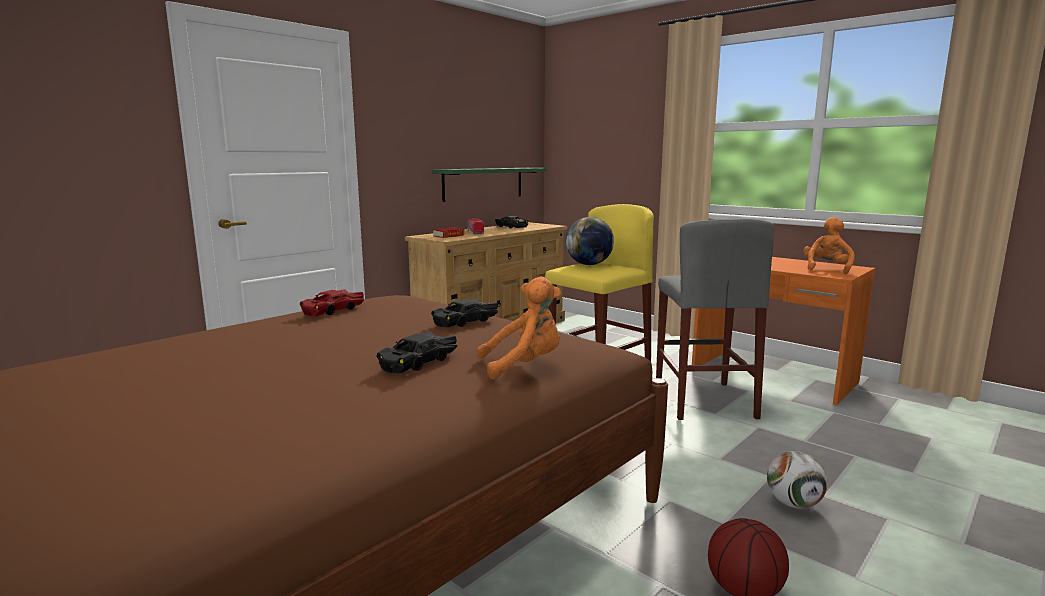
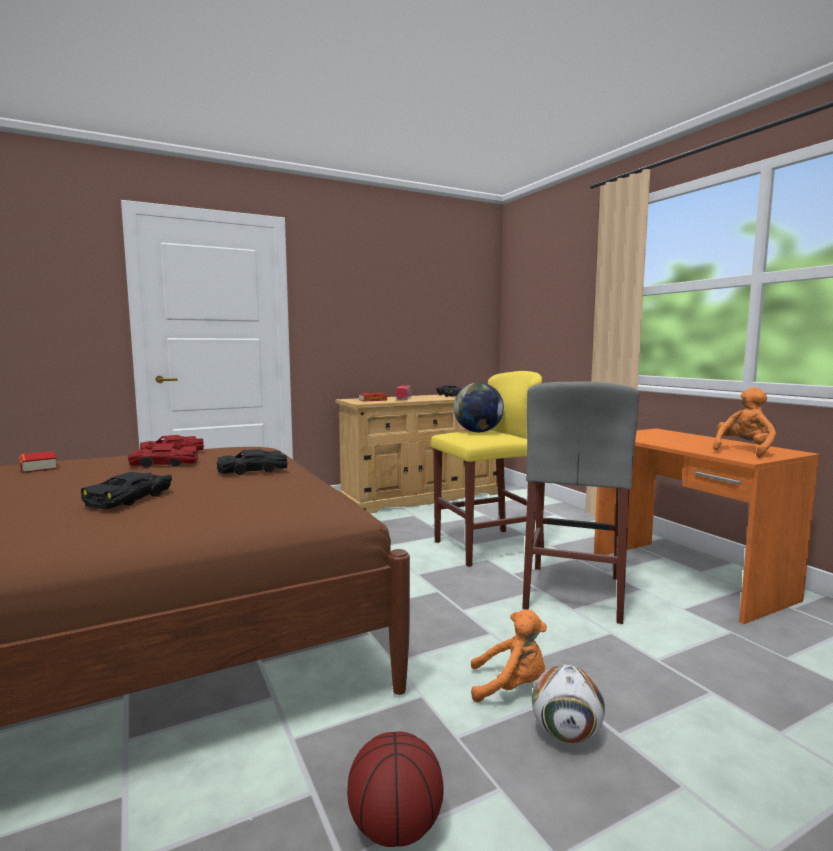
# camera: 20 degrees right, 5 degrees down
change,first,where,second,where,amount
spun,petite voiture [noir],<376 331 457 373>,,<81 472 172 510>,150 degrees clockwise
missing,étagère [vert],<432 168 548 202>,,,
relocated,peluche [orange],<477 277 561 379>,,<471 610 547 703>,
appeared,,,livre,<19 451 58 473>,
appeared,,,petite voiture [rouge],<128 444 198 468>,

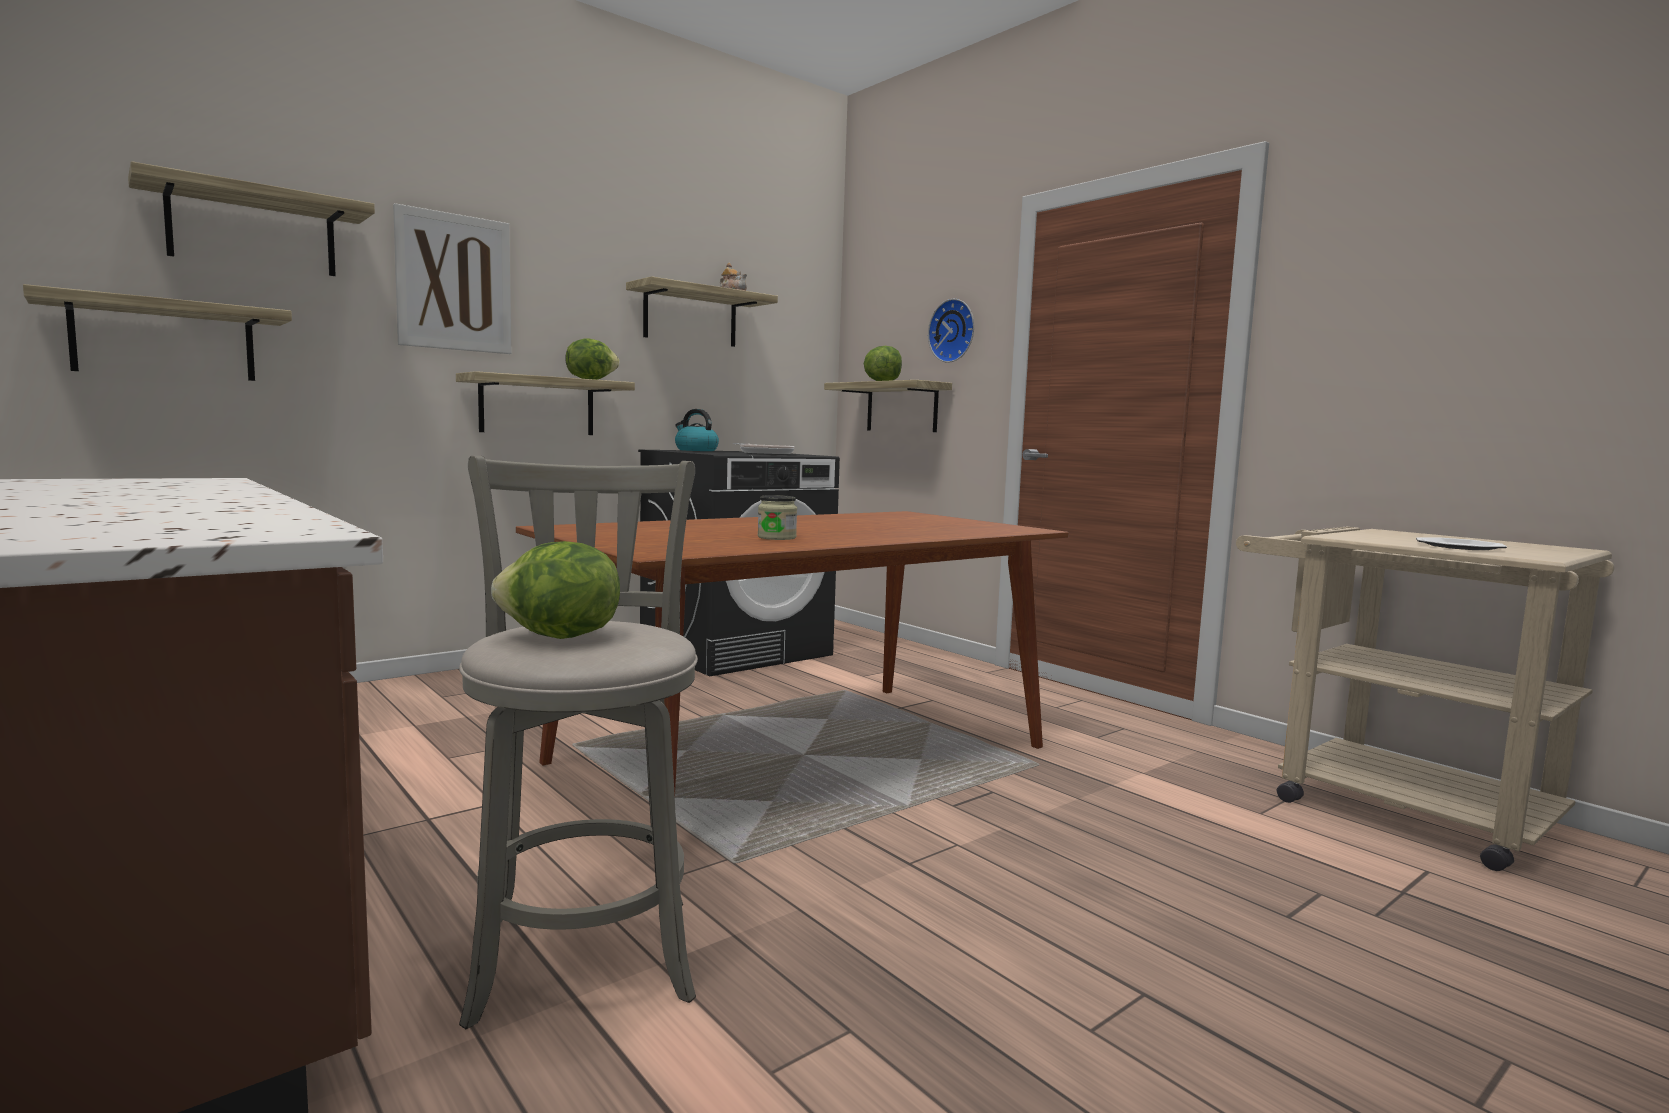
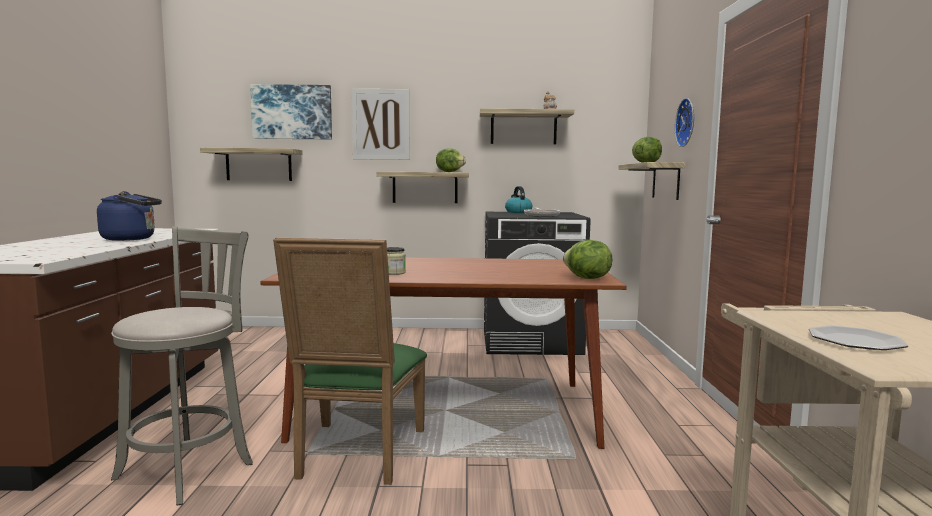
# camera: 40 degrees right, 0 degrees up
change,first,where,second,where,amount
exchanged,étagère,<128 161 375 276>,tableau,<250 84 332 139>,
relocated,laitue,<491 541 620 639>,,<563 240 612 279>,
appeared,,,bouilloire [bleu],<97 191 162 241>,
appeared,,,chaise [vert],<273 238 427 485>,

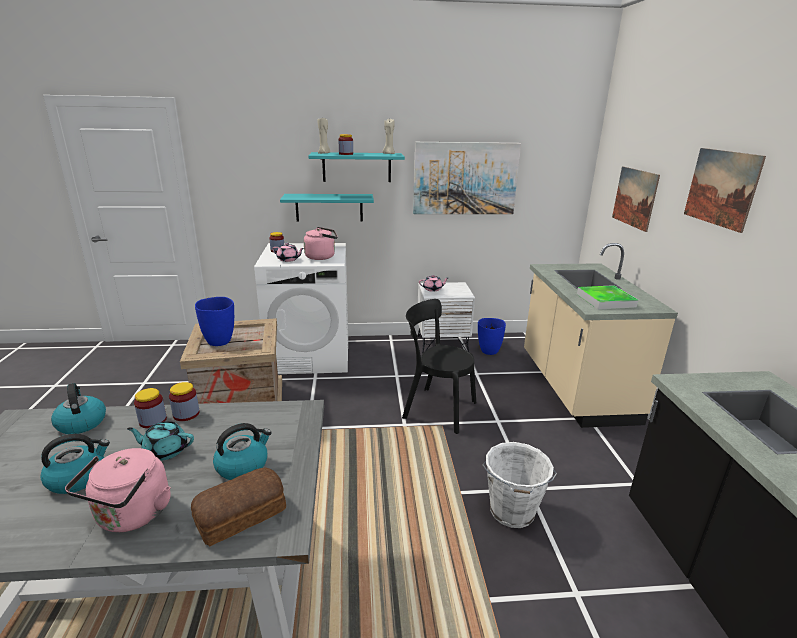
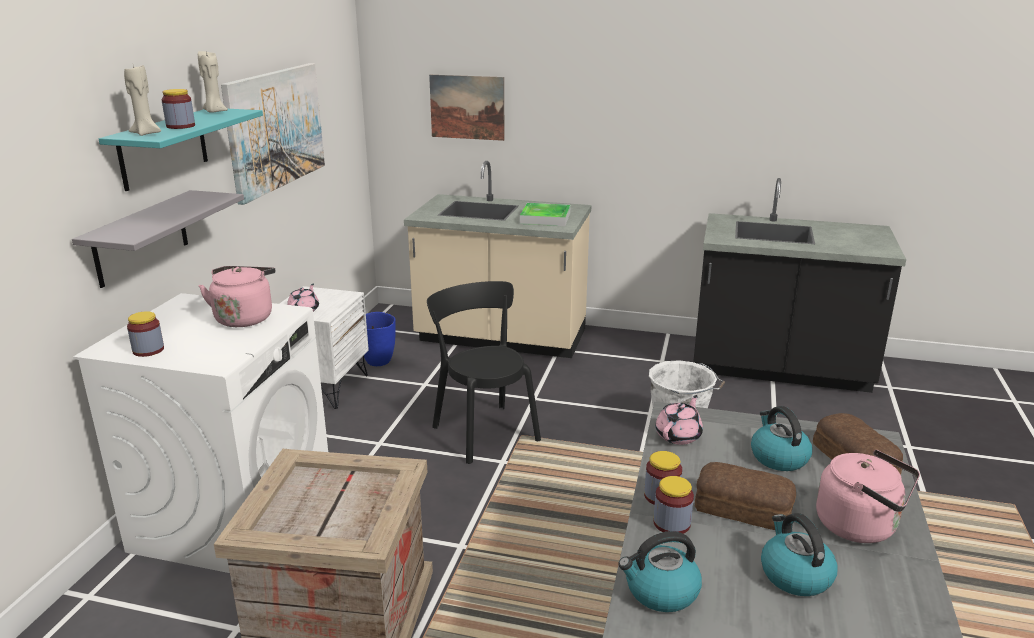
# camera: 70 degrees left, 0 degrees up
change,first,where,second,where,amount
exchanged,théière [turquoise],<127 421 194 461>,pain,<695 462 796 530>,
missing,vase [bleu],<195 297 234 346>,,,
relocated,théière [rose],<272 243 304 262>,,<655 395 703 445>,
colour,étagère [turquoise],<280 194 374 222>,étagère [gris],<72 190 244 288>,
spun,chaise [noir],<402 299 476 434>,,<427 281 541 464>,105 degrees clockwise
missing,tableau,<684 148 766 233>,,,

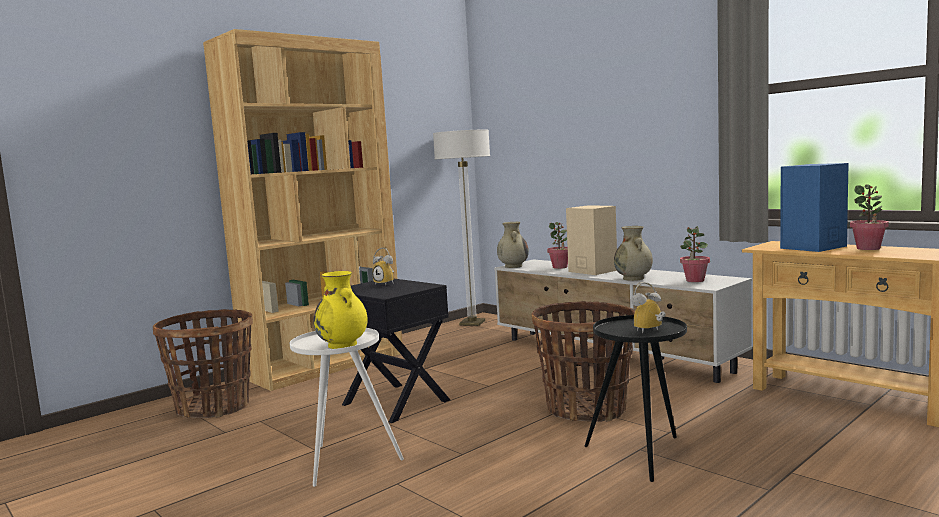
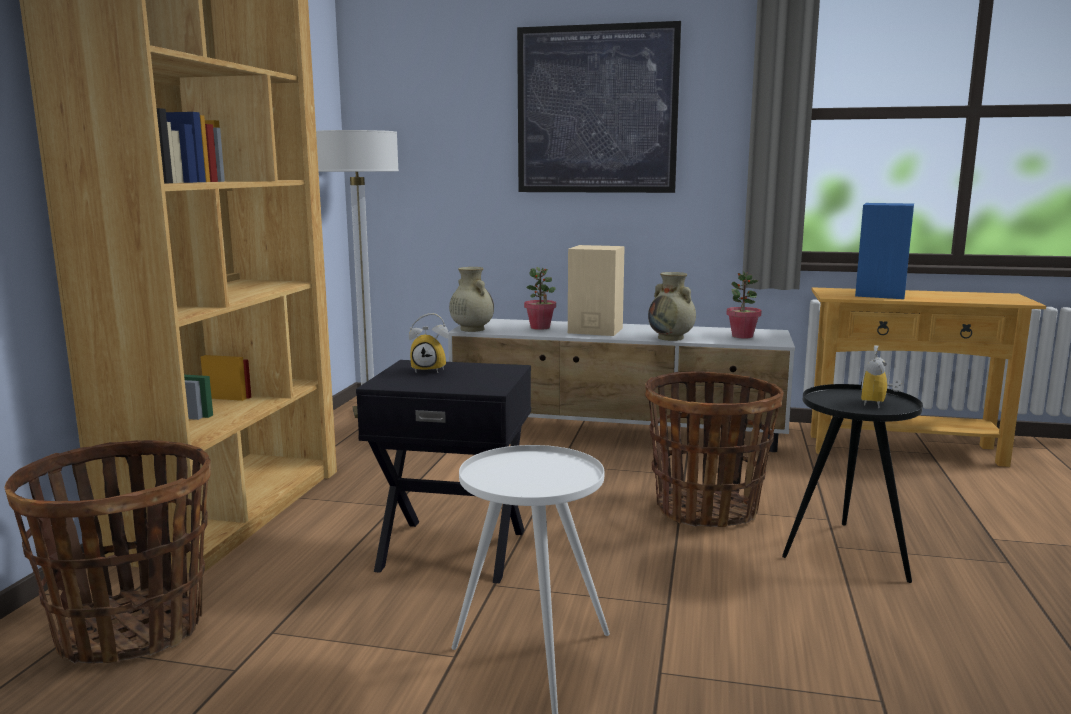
# camera: 35 degrees left, 5 degrees up
change,first,where,second,where,amount
missing,vase [jaune],<314 271 368 349>,,,
missing,plante en pot,<850 184 889 250>,,,
appeared,,,tableau,<517 21 681 193>,

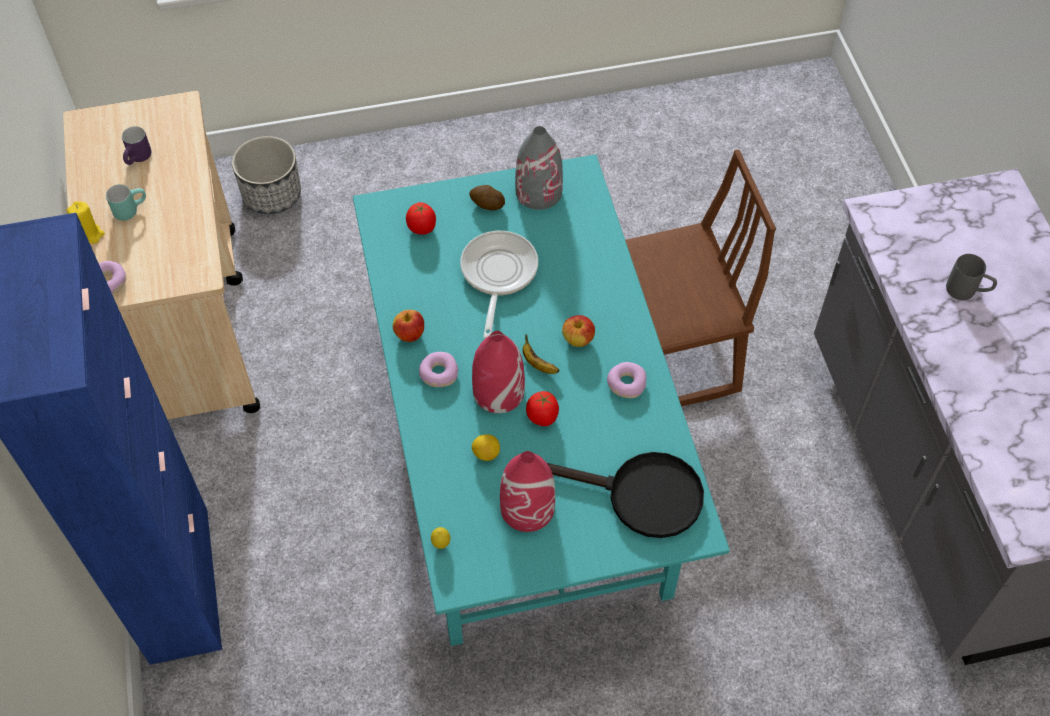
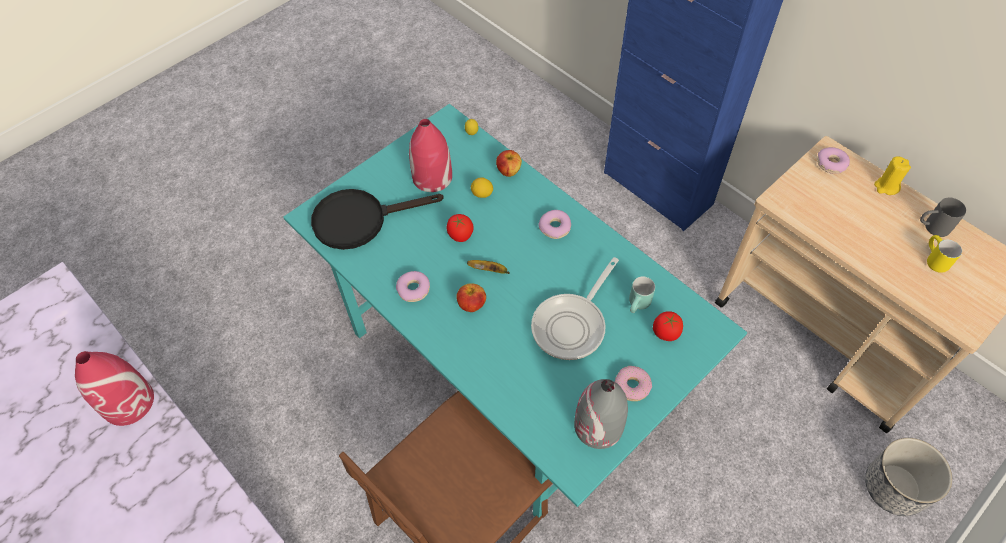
# camera: 150 degrees right, 0 degrees up
change,first,where,second,where,amount
relocated,mug [turquoise],<106 184 146 221>,,<629 276 655 313>,
colour,mug [violet],<122 126 151 165>,mug [jaune],<927 235 962 273>,
relocated,pomme,<393 310 424 342>,,<496 150 522 177>,
spun,poêle,<460 231 538 338>,,<531 257 619 360>,60 degrees clockwise
exchanged,pomme de terre,<469 185 505 211>,beignet,<615 366 652 401>,
relocated,vase [rouge],<472 331 525 413>,,<75 351 154 426>,
relocated,mug [gris],<946 254 997 300>,,<920 198 966 237>,

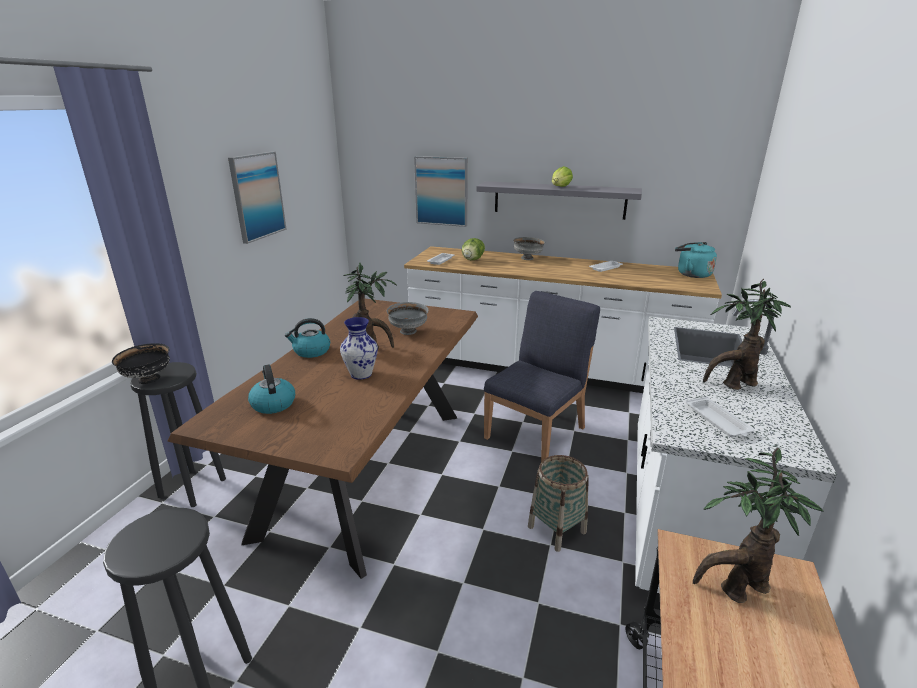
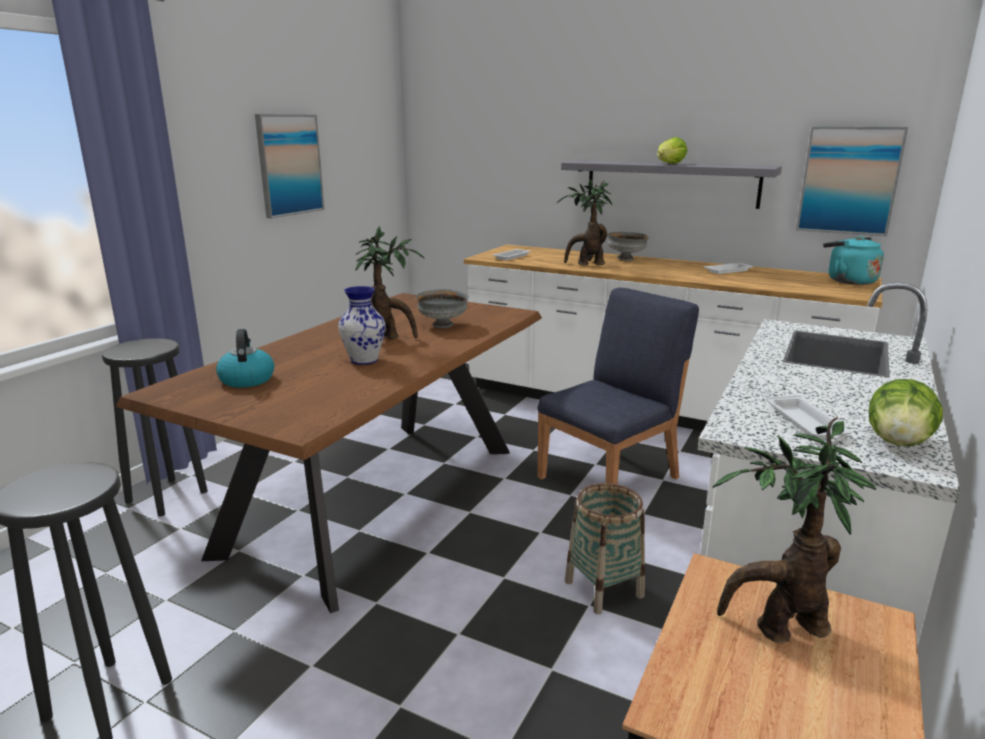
# camera: 10 degrees right, 5 degrees down
change,first,where,second,where,amount
missing,bol [noir],<112 343 170 384>,,,
missing,bouilloire,<285 318 330 358>,,,
relocated,tableau,<414 156 468 227>,,<796 127 908 236>,
relocated,laitue,<462 238 485 260>,,<869 379 943 446>,
relocated,plante en pot,<703 279 791 390>,,<557 179 612 266>,

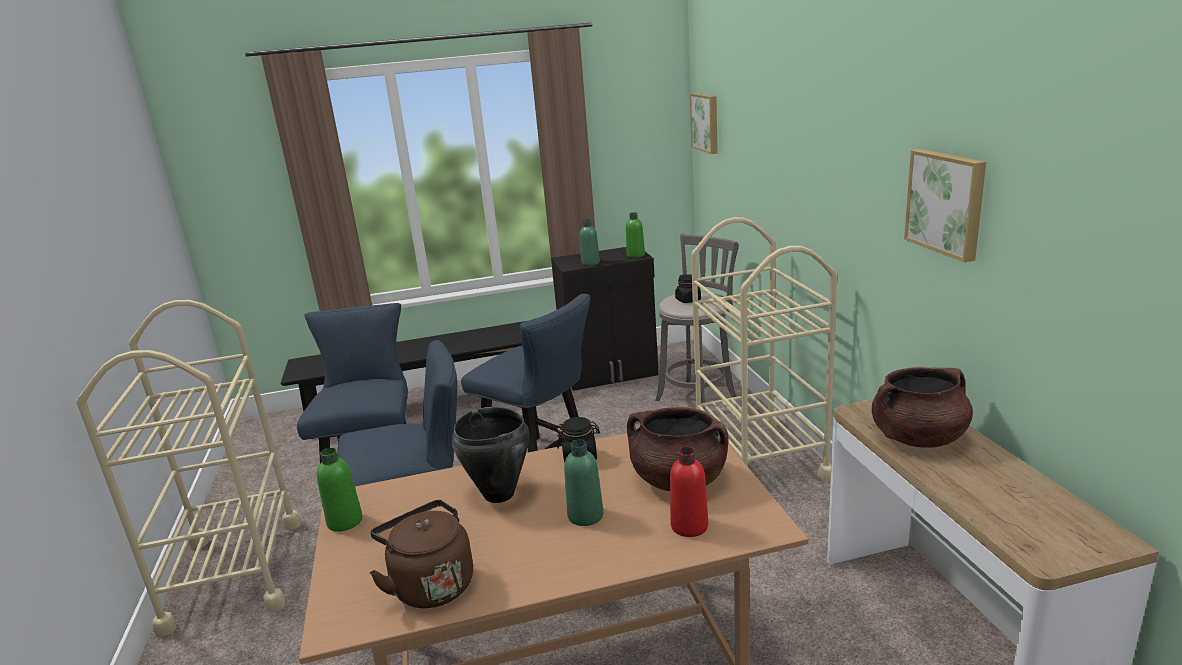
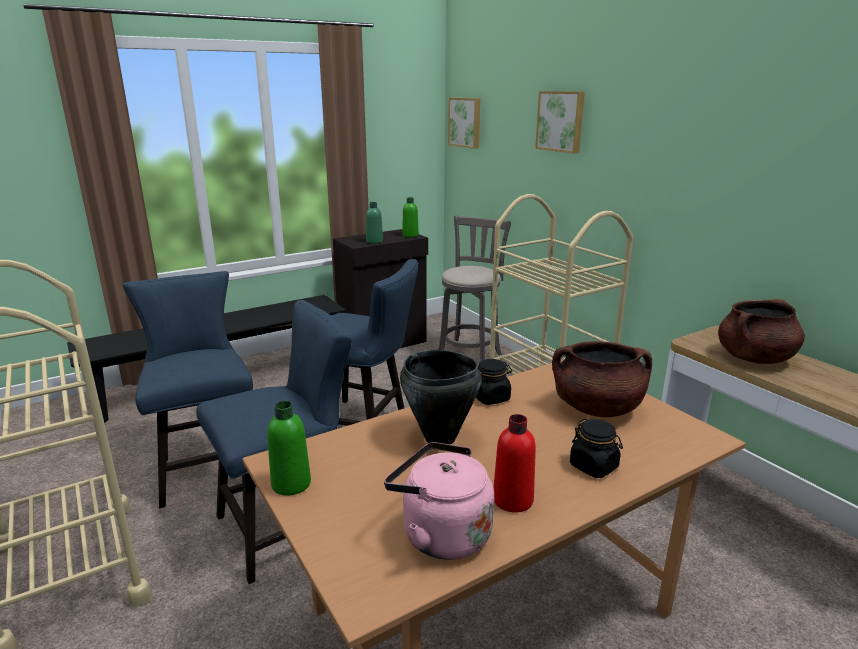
# camera: 20 degrees left, 0 degrees up
change,first,where,second,where,amount
colour,bouilloire [marron],<370 500 473 609>,bouilloire [rose],<384 442 494 560>,
missing,bouteille [vert],<564 439 603 526>,,,
relocated,bouteille [rouge],<670 447 708 537>,,<493 414 536 513>,
relocated,bocal [noir],<675 274 701 303>,,<570 419 623 478>,
relocated,tableau,<904 149 986 262>,,<535 91 585 154>,

